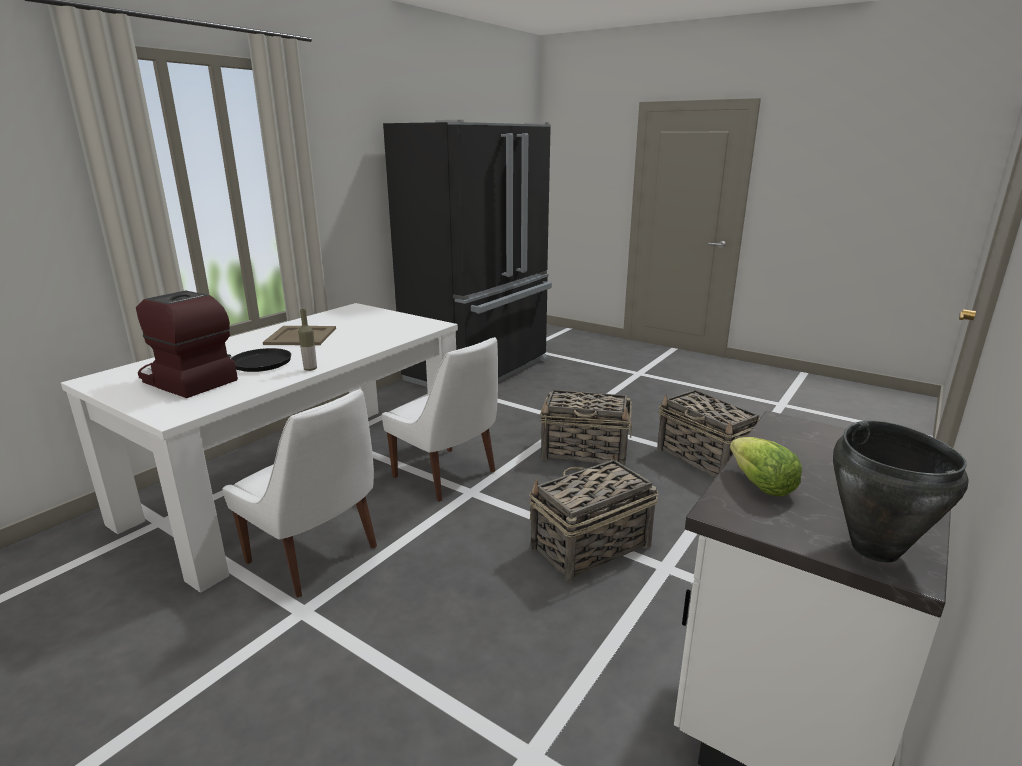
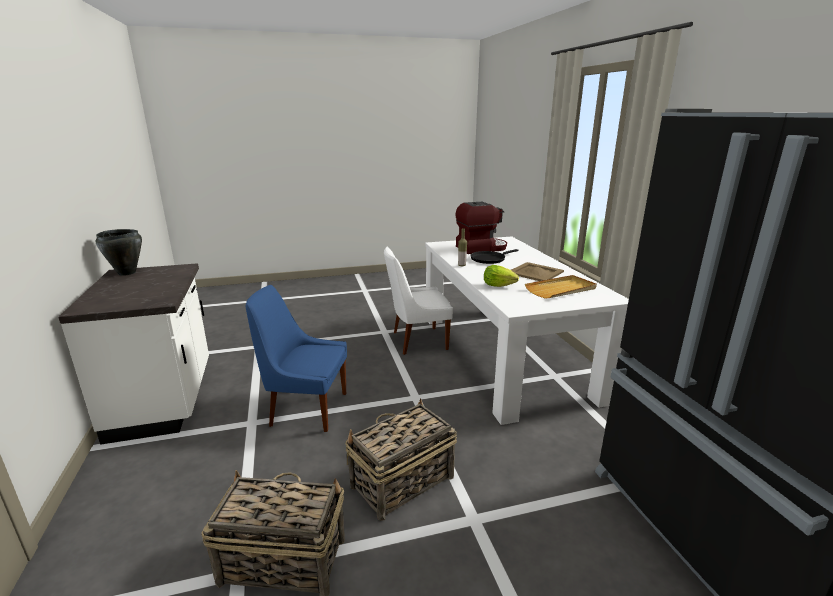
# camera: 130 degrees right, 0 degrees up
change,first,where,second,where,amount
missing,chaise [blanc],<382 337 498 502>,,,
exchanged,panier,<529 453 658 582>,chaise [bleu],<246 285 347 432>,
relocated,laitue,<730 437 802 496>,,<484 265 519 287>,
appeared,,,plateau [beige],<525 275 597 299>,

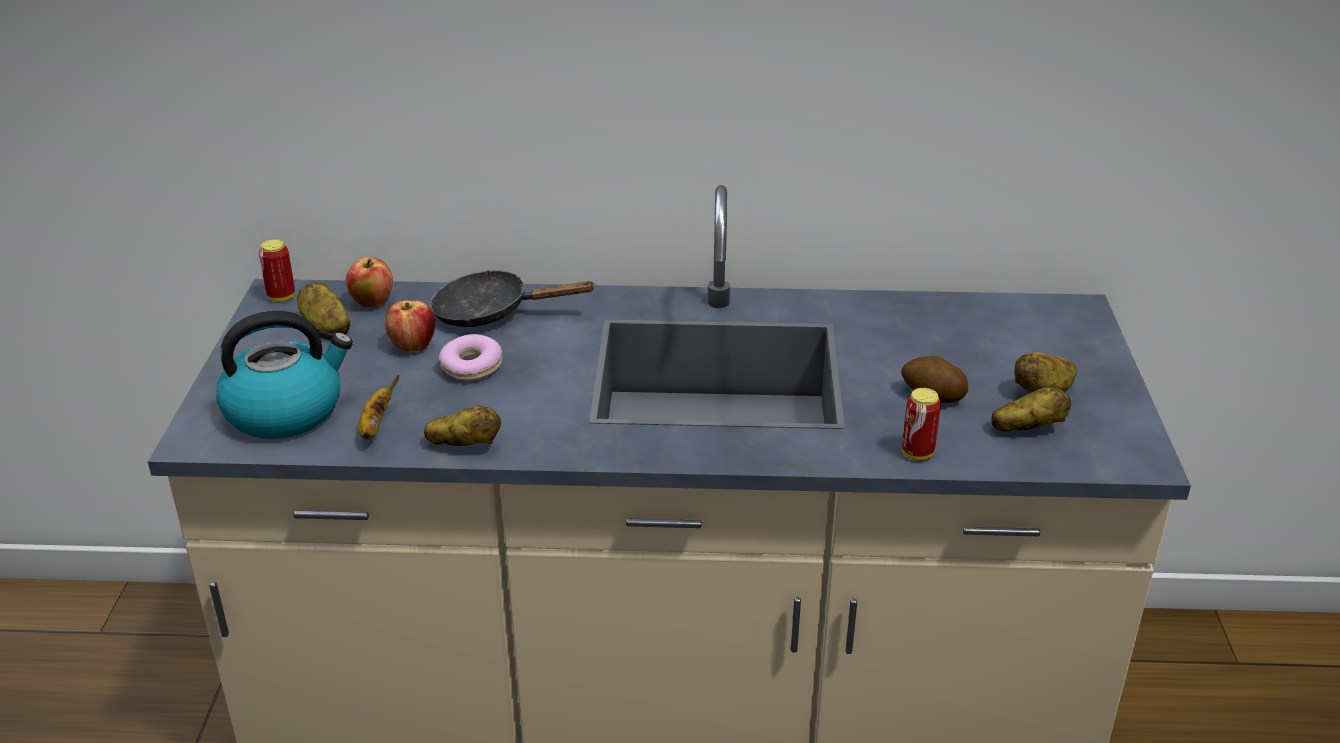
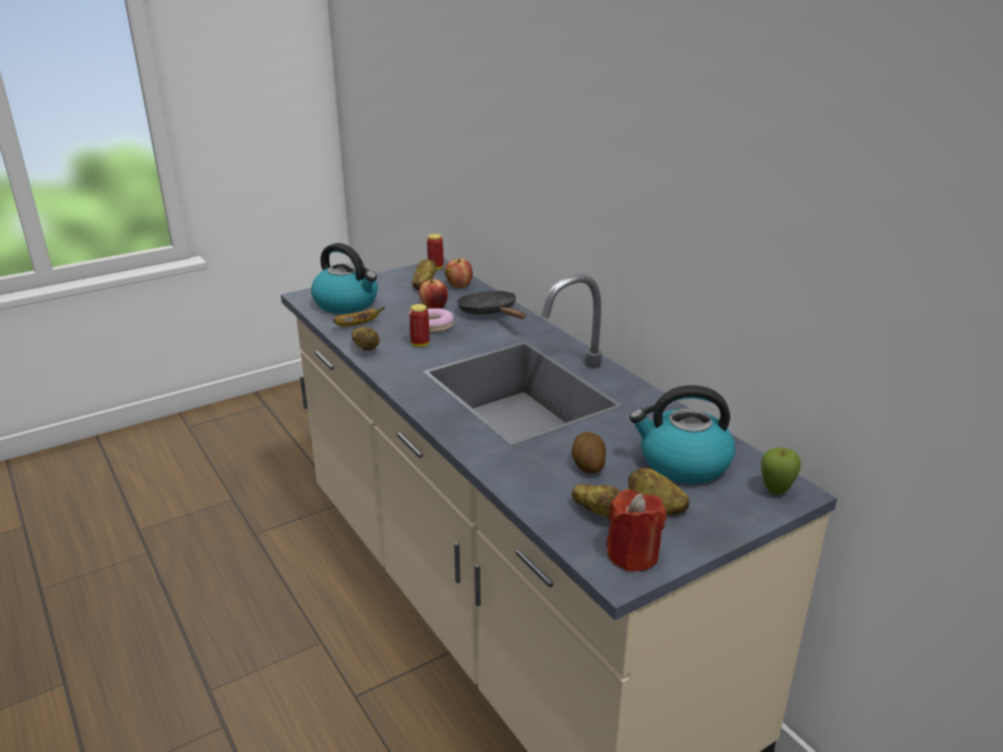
# camera: 55 degrees right, 5 degrees down
change,first,where,second,where,amount
relocated,boîte métallique,<902 388 941 460>,,<409 304 430 347>,
appeared,,,bougie [rouge],<606 489 666 572>,
appeared,,,bouilloire,<629 385 735 484>,
appeared,,,pomme,<761 447 801 495>,

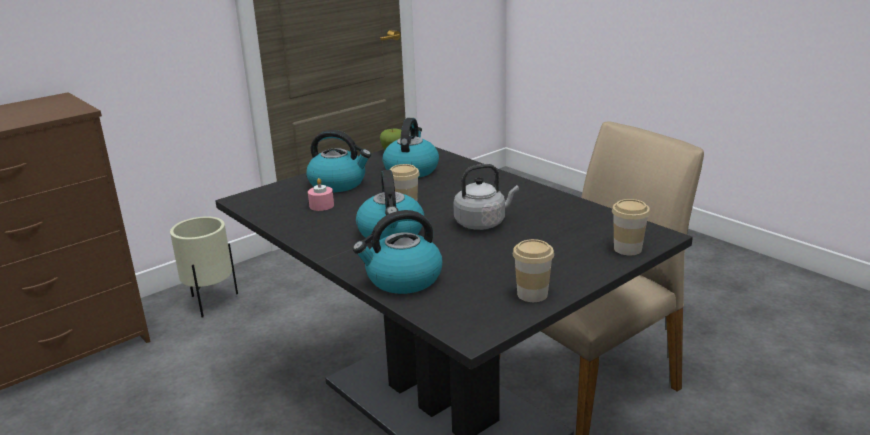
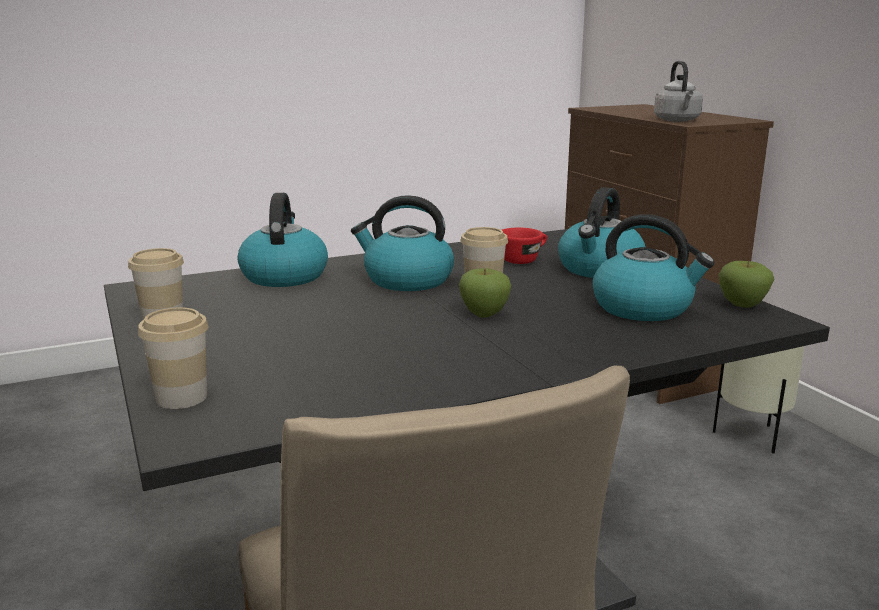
# camera: 105 degrees right, 5 degrees down
change,first,where,second,where,amount
exchanged,bougie [rose],<308 178 334 211>,tasse [rouge],<502 228 547 264>,
relocated,bouilloire [gris],<453 164 519 230>,,<654 61 703 122>,
appeared,,,pomme,<459 268 511 318>,

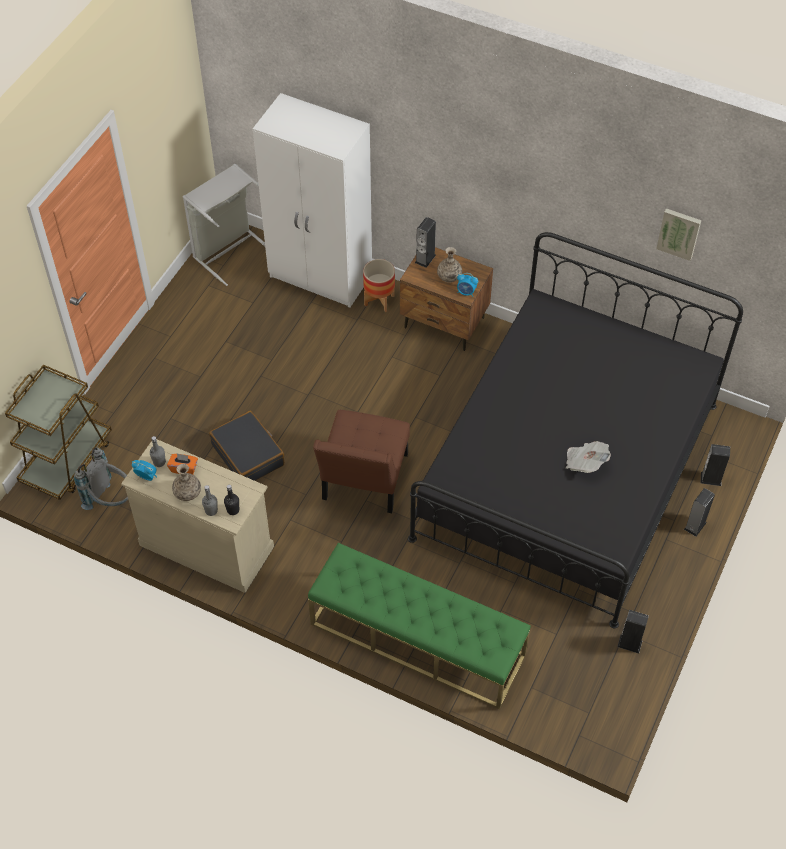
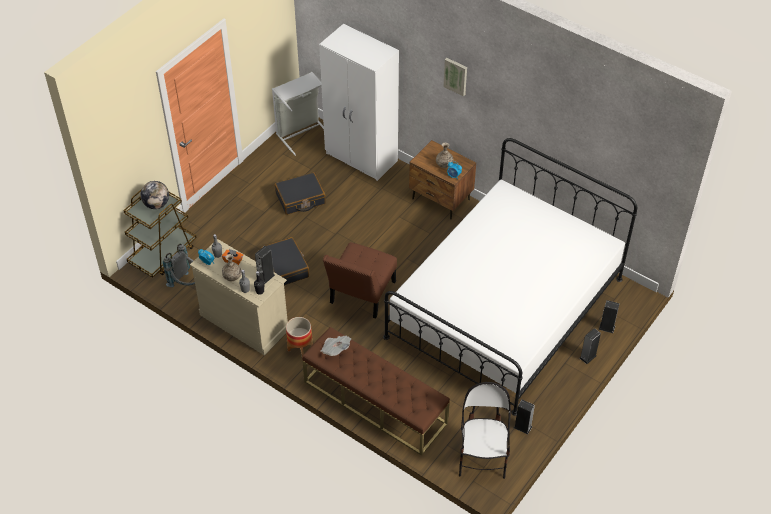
# camera: 10 degrees right, 5 degrees down
change,first,where,second,where,amount
colour,banc [vert],<308 543 531 709>,banc [marron],<302 327 450 456>,
relocated,cache-pot,<363 259 395 312>,,<286 317 313 356>,
colour,lit [noir],<408 232 743 628>,lit [blanc],<383 138 637 416>,
relocated,enceinte,<415 217 436 268>,,<255 246 275 284>,
relocated,journal,<566 441 611 473>,,<320 335 351 356>,
relocated,tableau,<656 208 701 261>,,<443 58 467 96>,
appeared,,,globe,<140 181 169 209>,
appeared,,,valise [noir],<275 172 326 215>,
appeared,,,chaise,<459 382 511 479>,

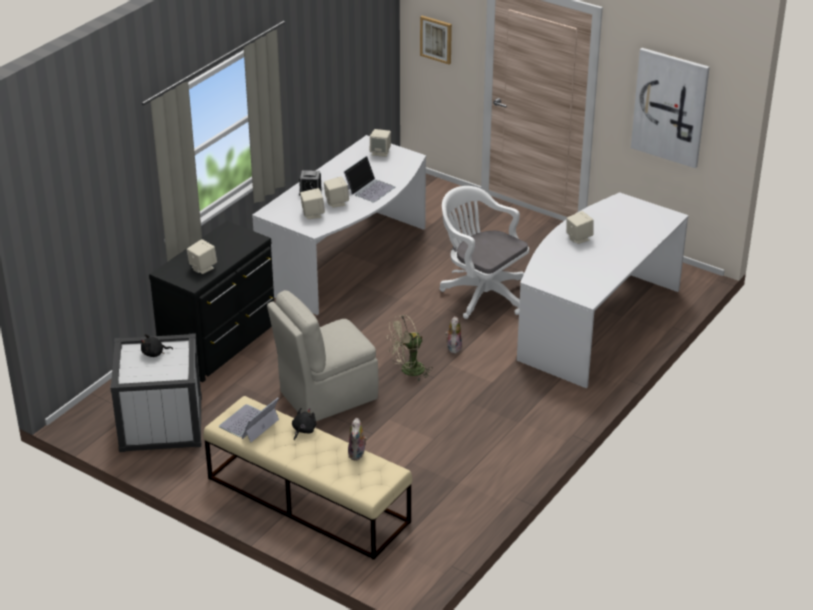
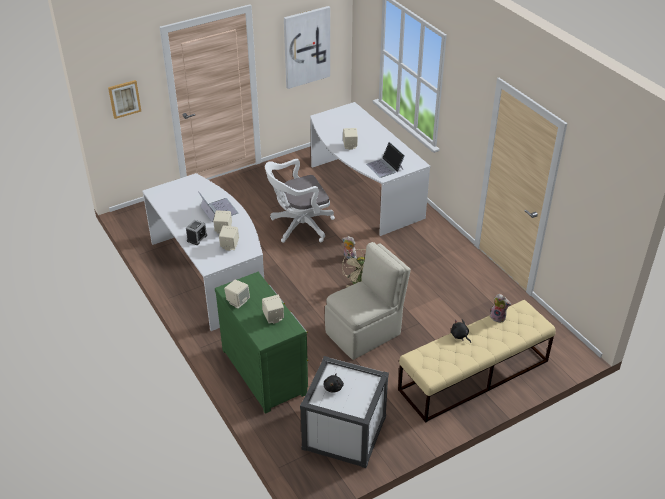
# camera: 65 degrees left, 5 degrees up
change,first,where,second,where,amount
colour,commode [noir],<149 221 274 382>,commode [vert],<215 272 308 414>,
relocated,ordinateur portable,<219 398 279 443>,,<366 142 405 178>,
spun,chaise [beige],<267 290 378 421>,,<325 242 411 360>,120 degrees counterclockwise
relocated,enceinte [beige],<370 129 391 157>,,<224 279 250 309>,

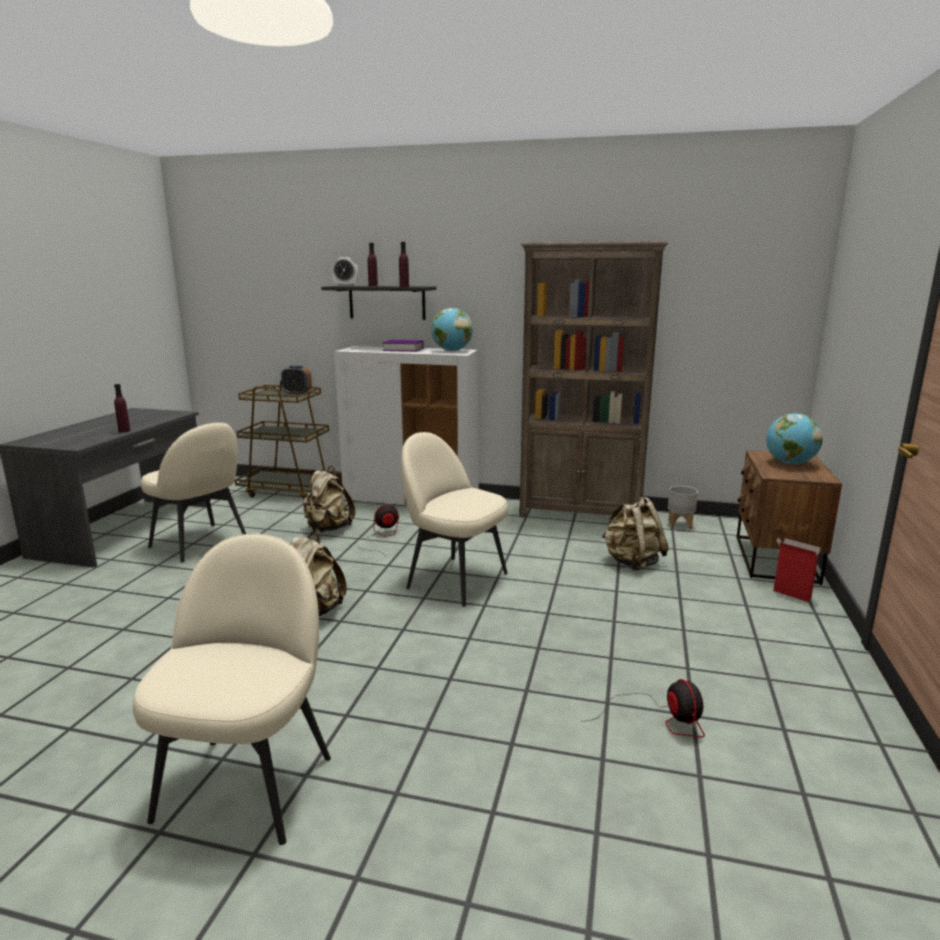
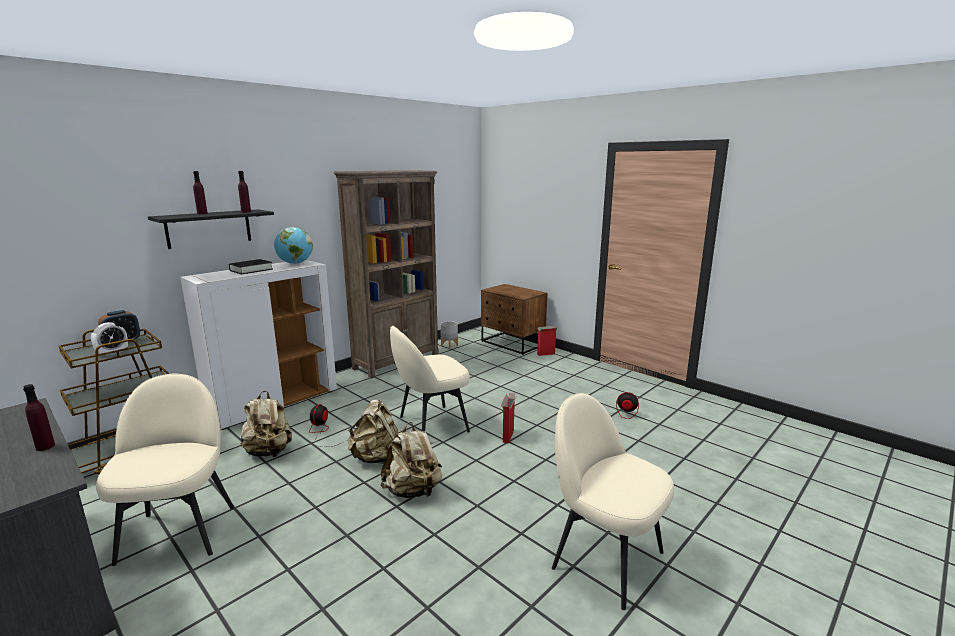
# camera: 60 degrees left, 0 degrees up
change,first,where,second,where,amount
spun,chaise [beige],<141 422 246 563>,,<96 374 234 566>,75 degrees counterclockwise
relocated,réveil,<332 257 358 286>,,<91 322 128 356>,
colour,livre [violet],<383 340 424 352>,livre [noir],<229 259 273 275>,
relocated,sac à dos [beige],<602 497 669 571>,,<348 399 398 464>,
missing,globe,<766 414 823 464>,,,
appeared,,,carton,<501 393 516 443>,

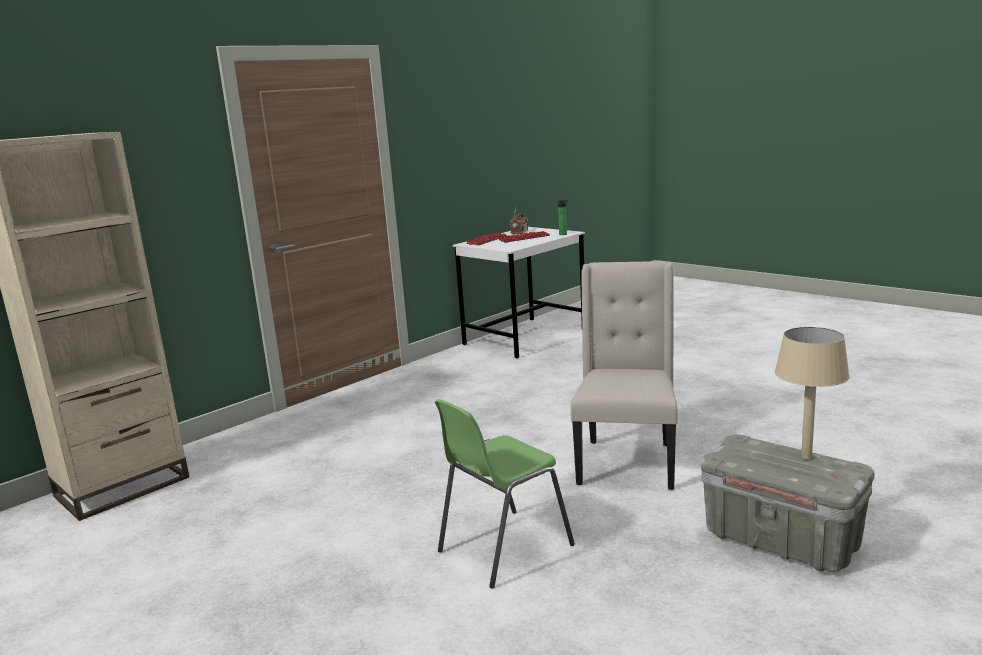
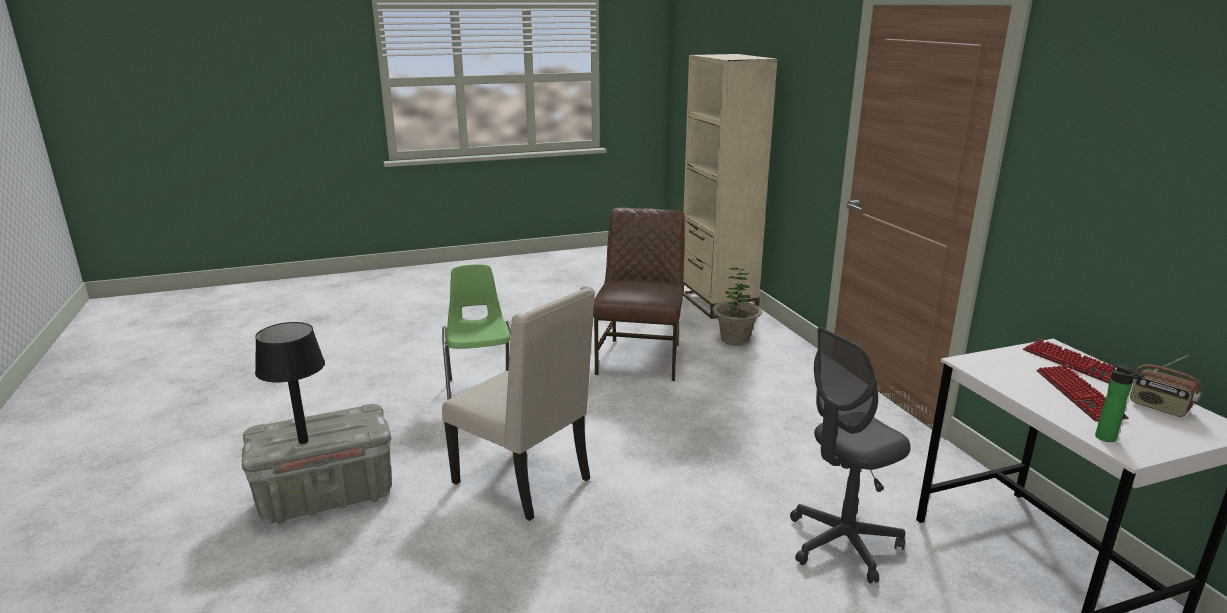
# camera: 115 degrees right, 5 degrees up
change,first,where,second,where,amount
colour,lampe de table [beige],<775 327 850 459>,lampe de table [noir],<255 322 325 444>,
appeared,,,chaise [marron],<593 208 685 381>,
appeared,,,plante en pot,<712 268 762 345>,
appeared,,,chaise de bureau [gris],<790 327 911 584>,

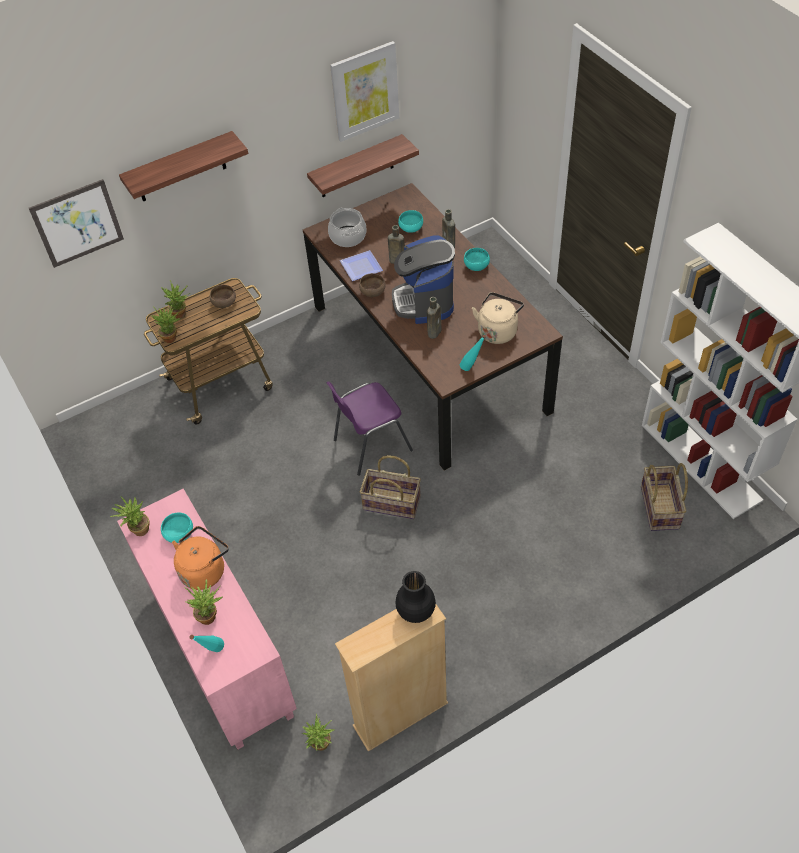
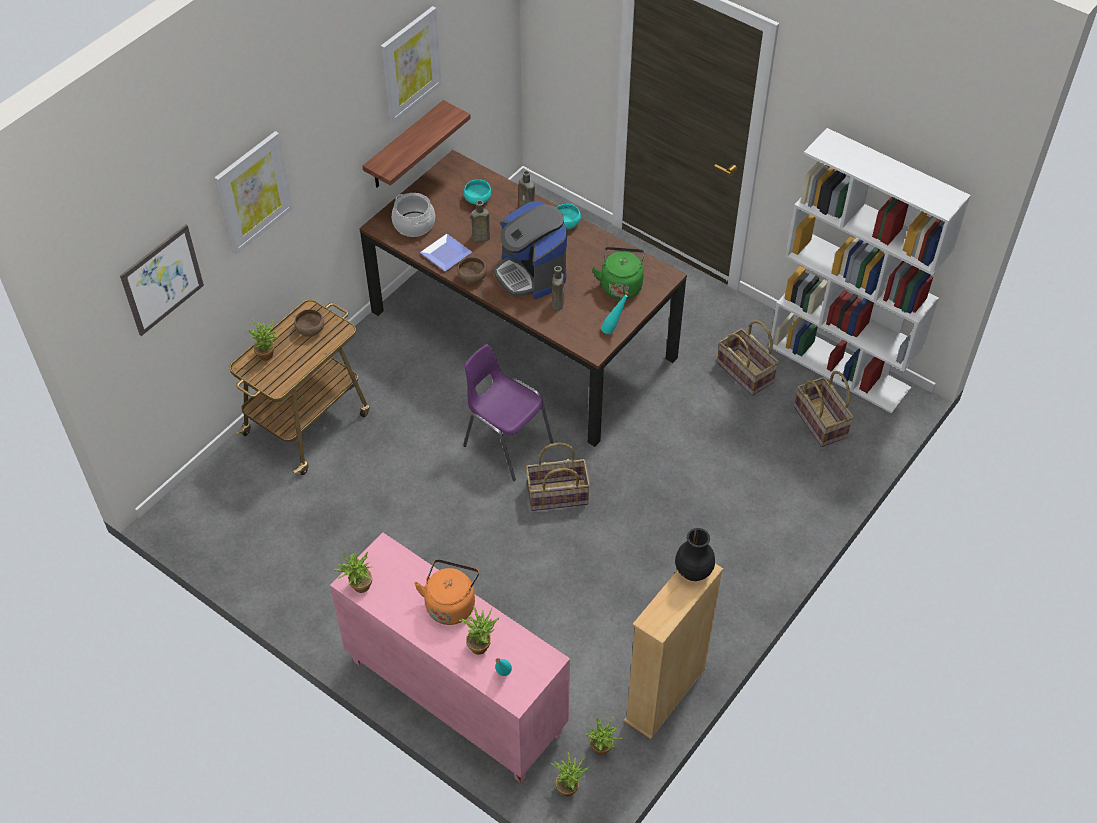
# camera: 25 degrees left, 0 degrees up
change,first,where,second,where,amount
exchanged,étagère,<119 131 248 201>,tableau,<214 131 293 255>,
relocated,plante en pot,<150 305 181 343>,,<551 752 590 797>,
missing,bol [turquoise],<161 512 193 543>,,,
spun,chaise [violet],<326 381 413 476>,,<463 344 553 481>,90 degrees clockwise
colour,bouilloire [beige],<472 292 524 344>,bouilloire [vert],<592 247 645 300>,
appeared,,,panier,<717 320 779 396>,

